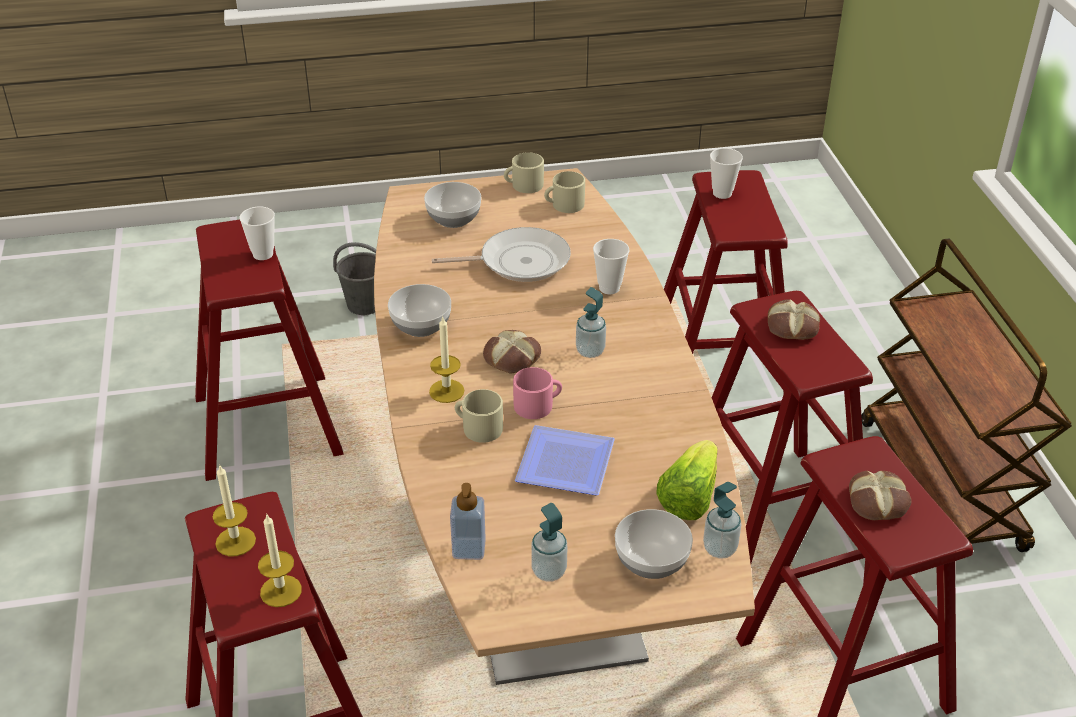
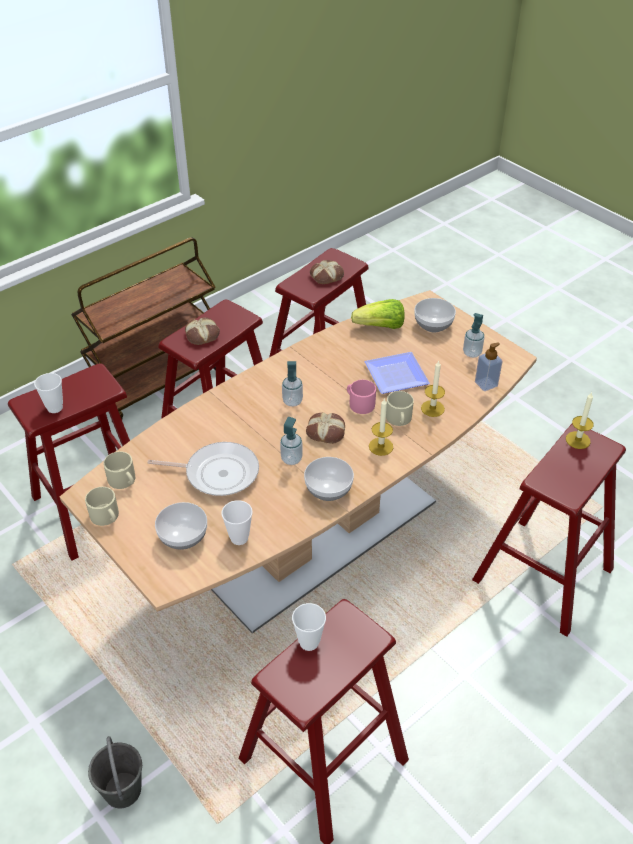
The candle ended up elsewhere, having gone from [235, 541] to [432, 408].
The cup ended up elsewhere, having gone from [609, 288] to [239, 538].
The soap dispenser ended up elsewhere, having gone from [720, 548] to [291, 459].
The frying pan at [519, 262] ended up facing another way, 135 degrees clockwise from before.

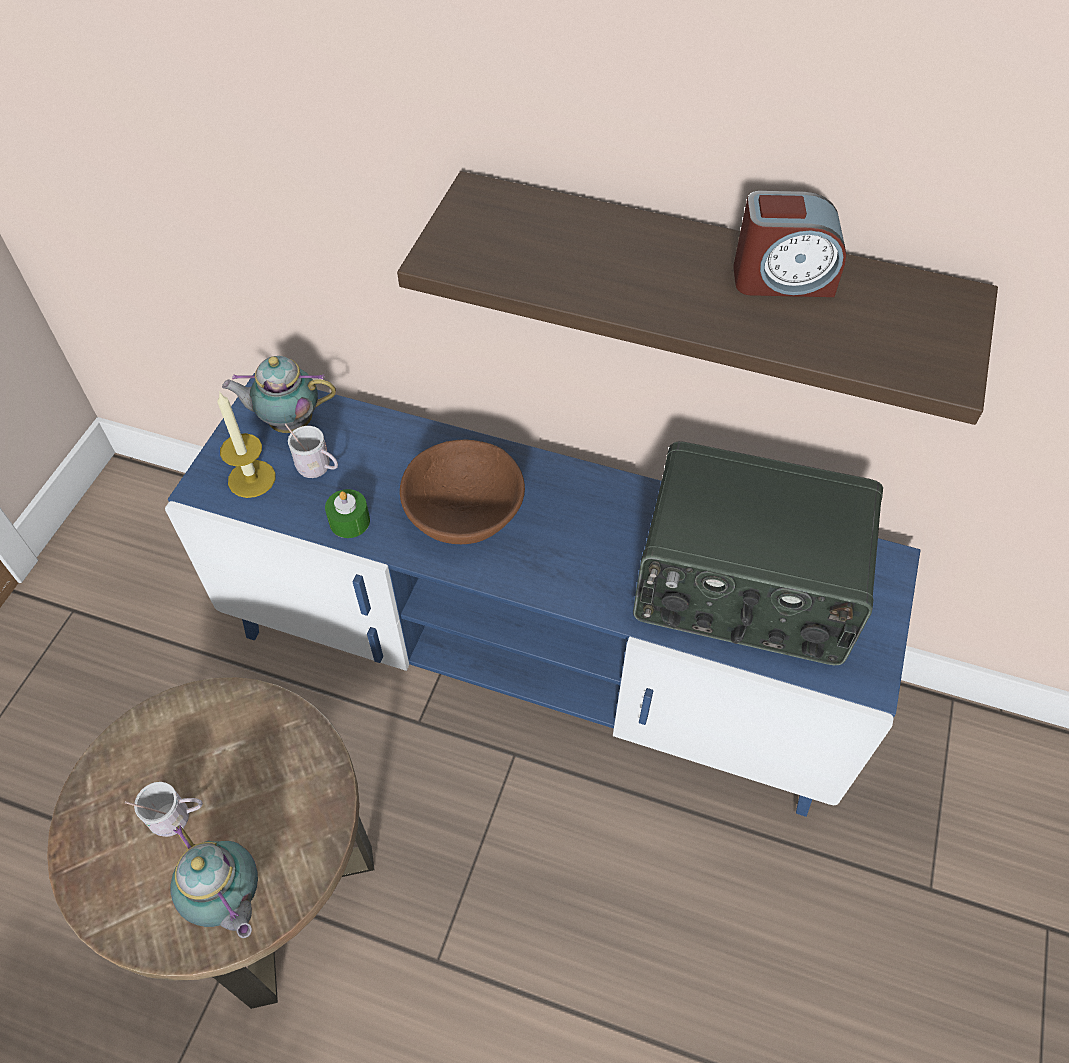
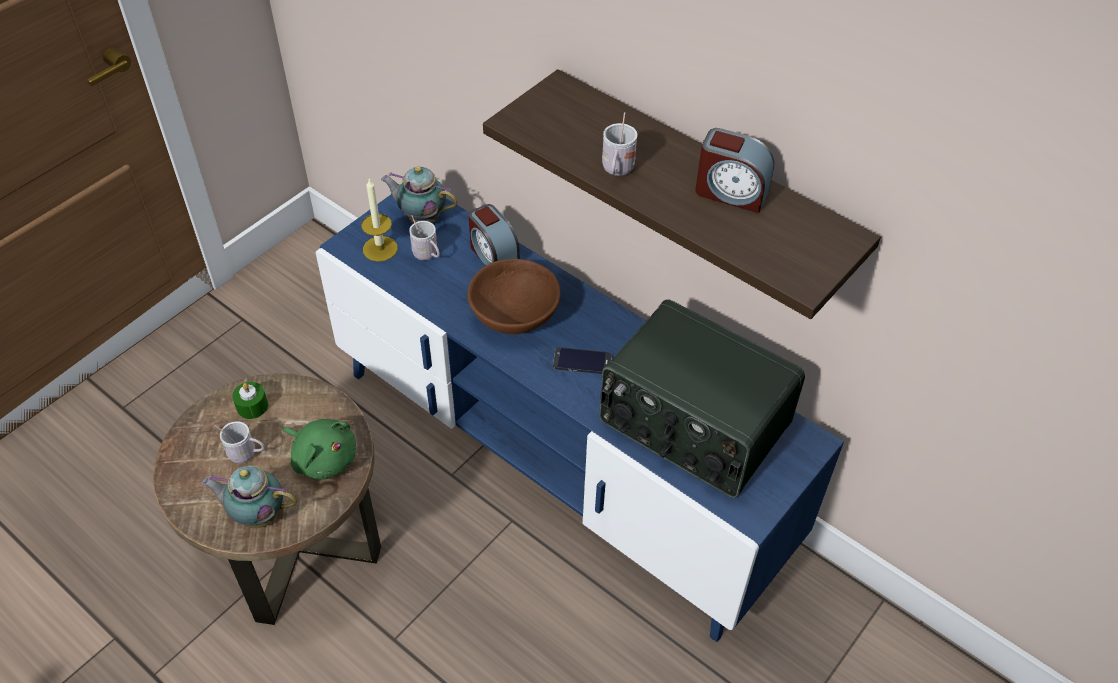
The second view gained the plush toy (green) at [323, 458].
The second view gained the alarm clock at [493, 255].
The second view gained the phone at [582, 361].
The second view gained the mug (white) at [617, 171].
The candle (green) ended up elsewhere, having gone from [349, 521] to [252, 406].
The teapot at [228, 900] ended up facing another way, 120 degrees clockwise from before.

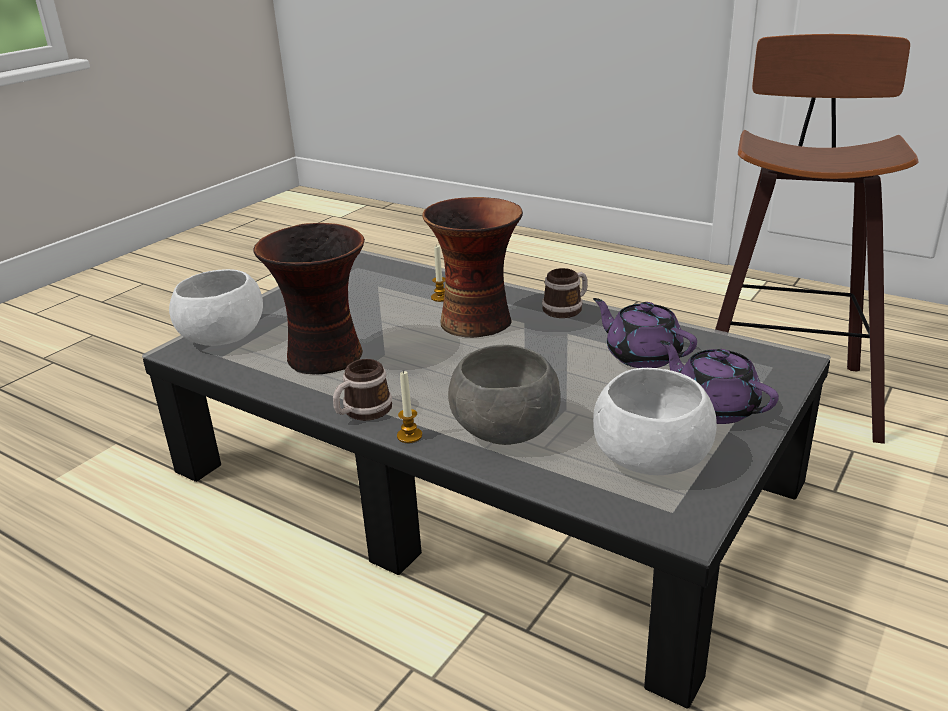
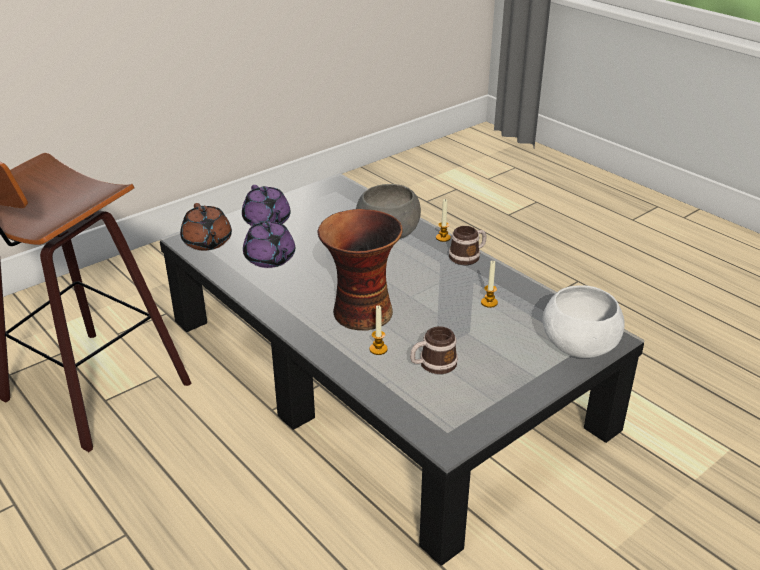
The second view lost the bowl (white) at [649, 457].
The second view gained the teapot (brown) at [207, 242].
The mug ended up elsewhere, having gone from [566, 308] to [433, 365].
Where the vase stood at [326, 357], the candle came to stand at [489, 302].

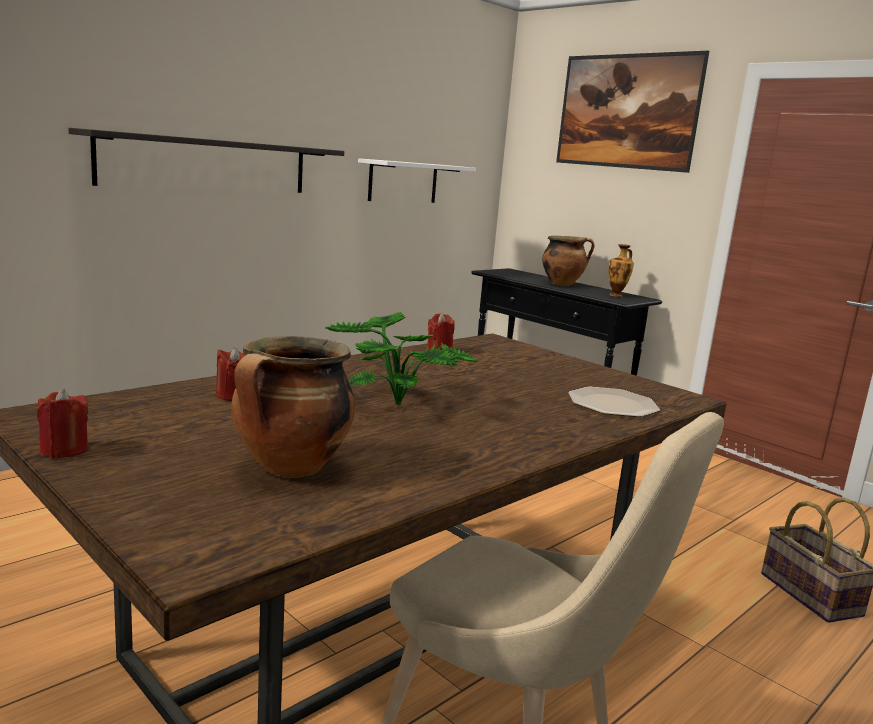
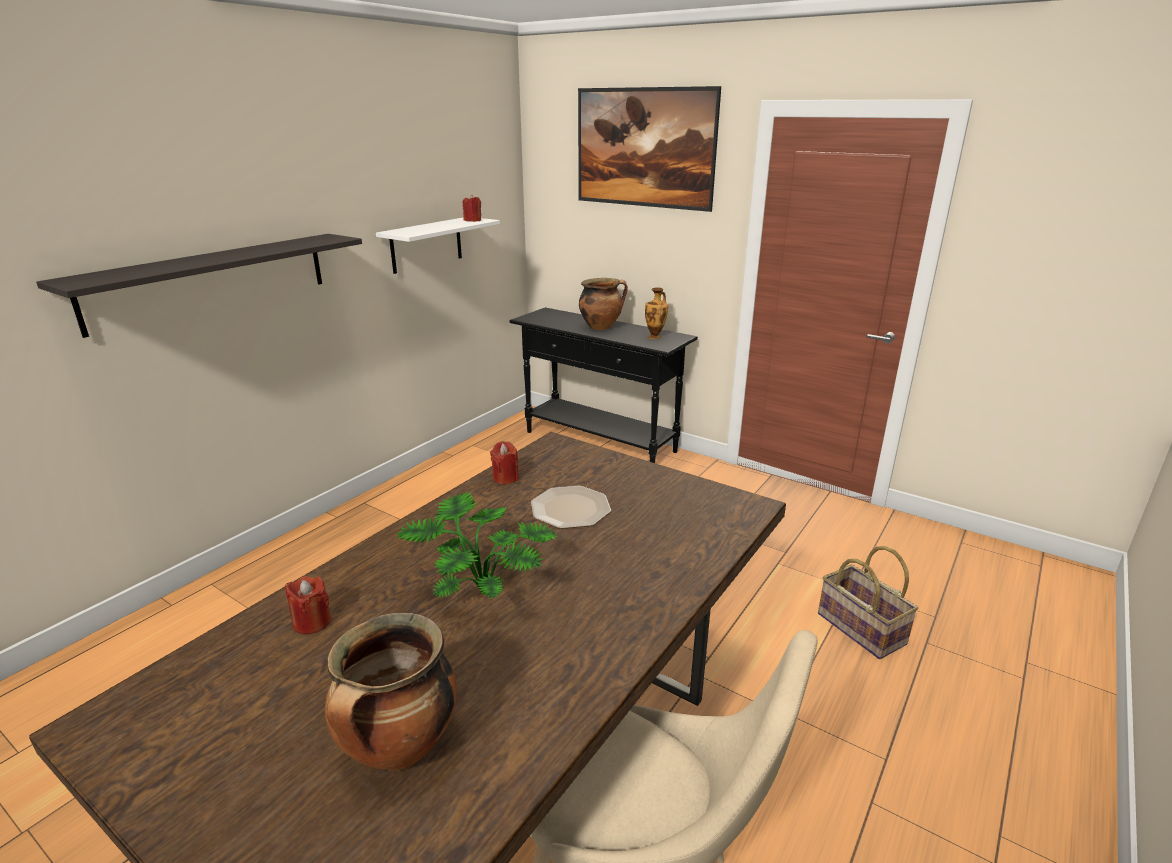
The candle (red) ended up elsewhere, having gone from [64, 450] to [472, 220].
The plate ended up elsewhere, having gone from [613, 405] to [571, 509].

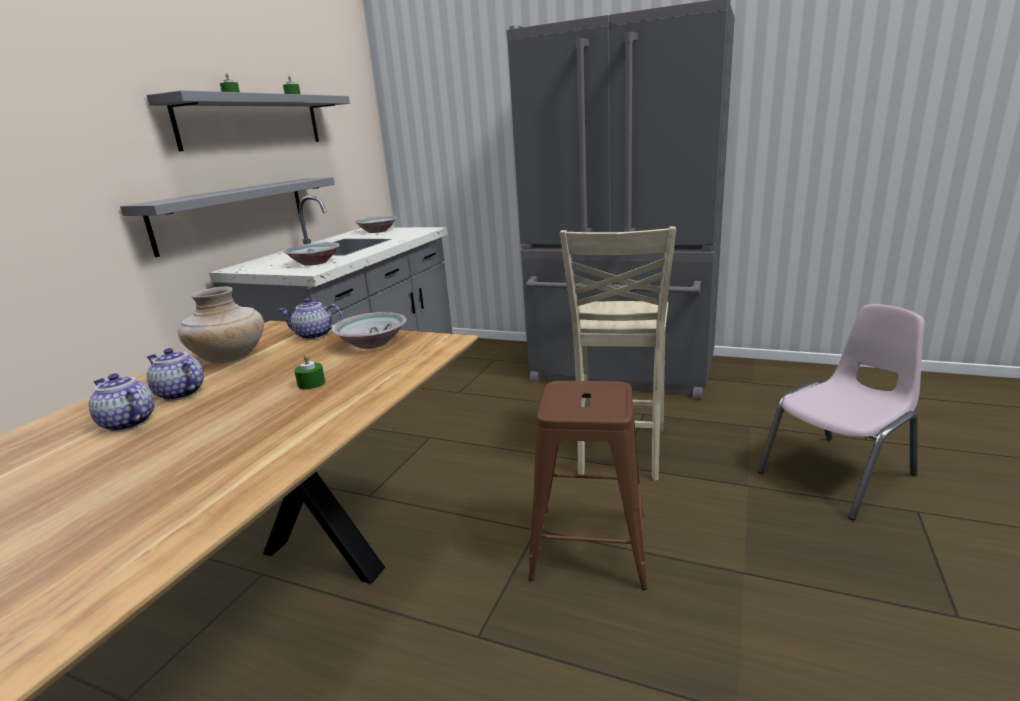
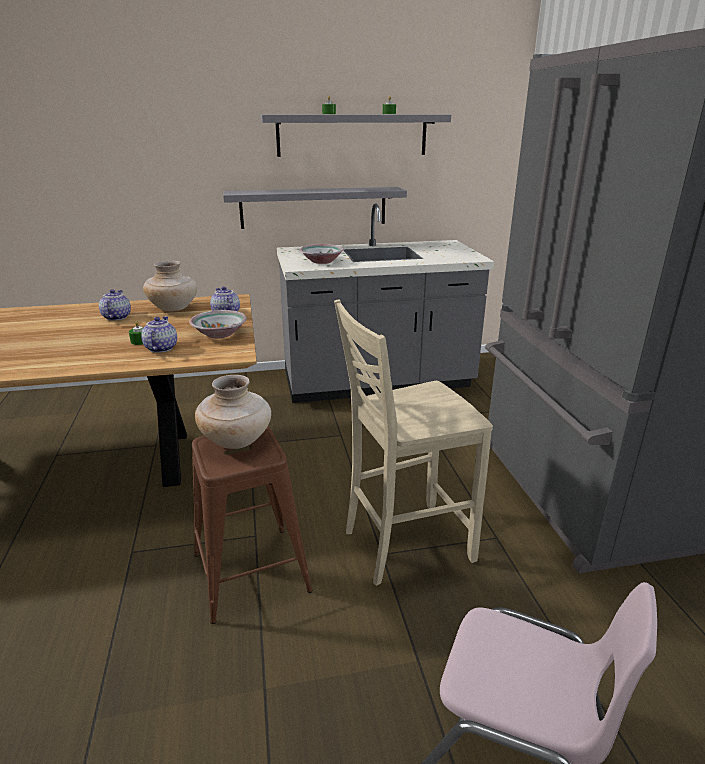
The second view lost the bowl at [378, 231].
The second view gained the vase (beige) at [237, 441].
The teapot ended up elsewhere, having gone from [127, 423] to [160, 348].

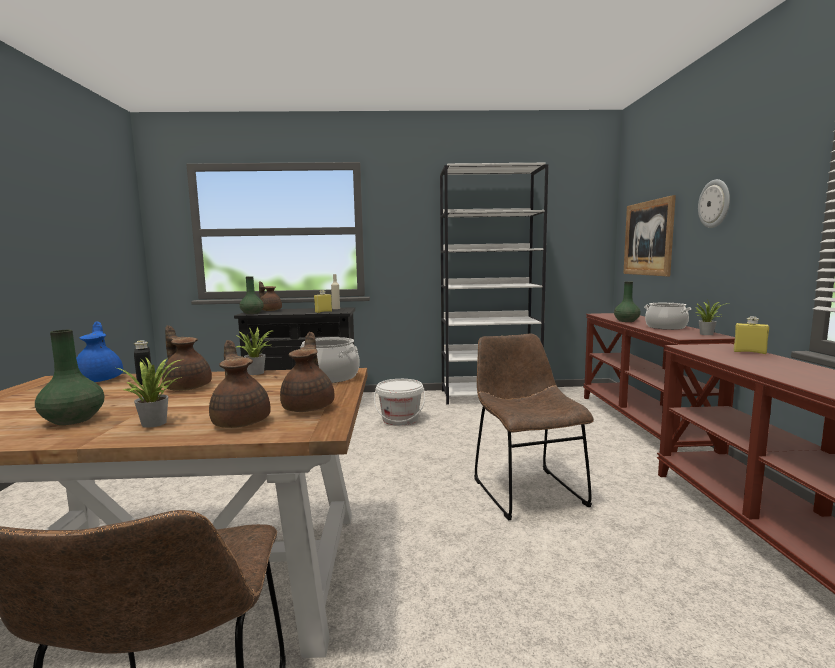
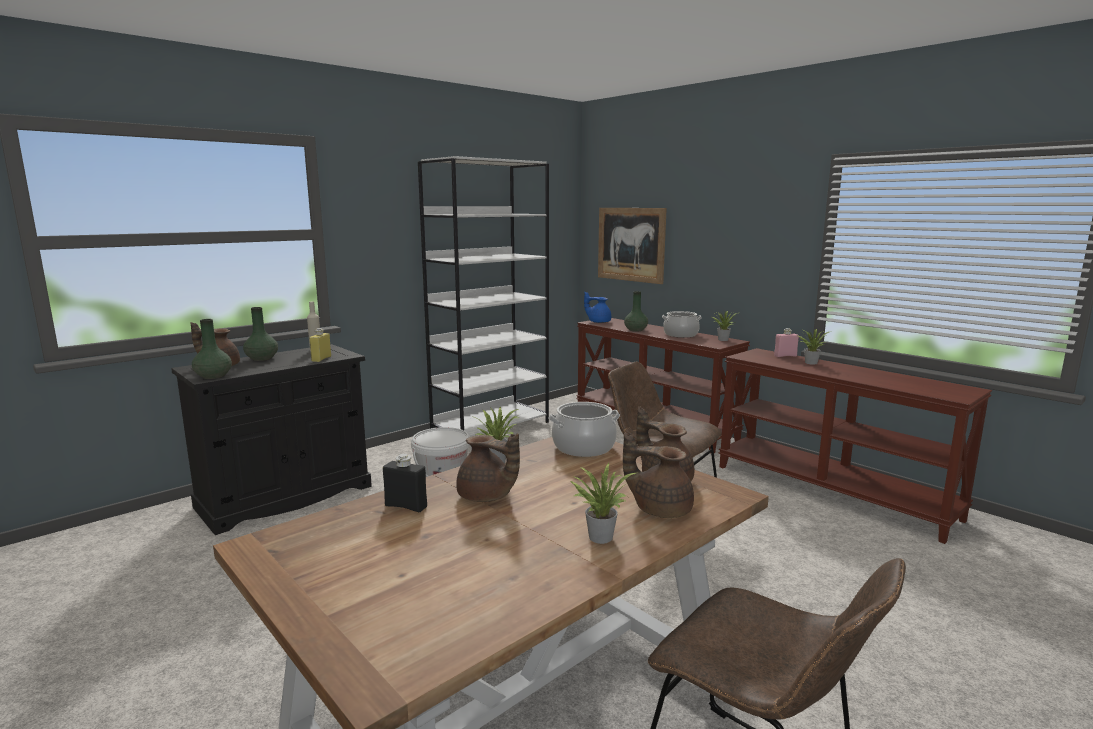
The second view lost the wall clock at [714, 203].
The second view gained the potted plant at [810, 362].
The vase (green) ended up elsewhere, having gone from [72, 420] to [261, 358].
The teapot (blue) ended up elsewhere, having gone from [101, 379] to [598, 322].
What was the bottle (yellow) at [749, 352] turned into the bottle (pink) at [785, 356].
The teapot (brown) at [187, 387] ended up facing another way, 150 degrees counterclockwise from before.

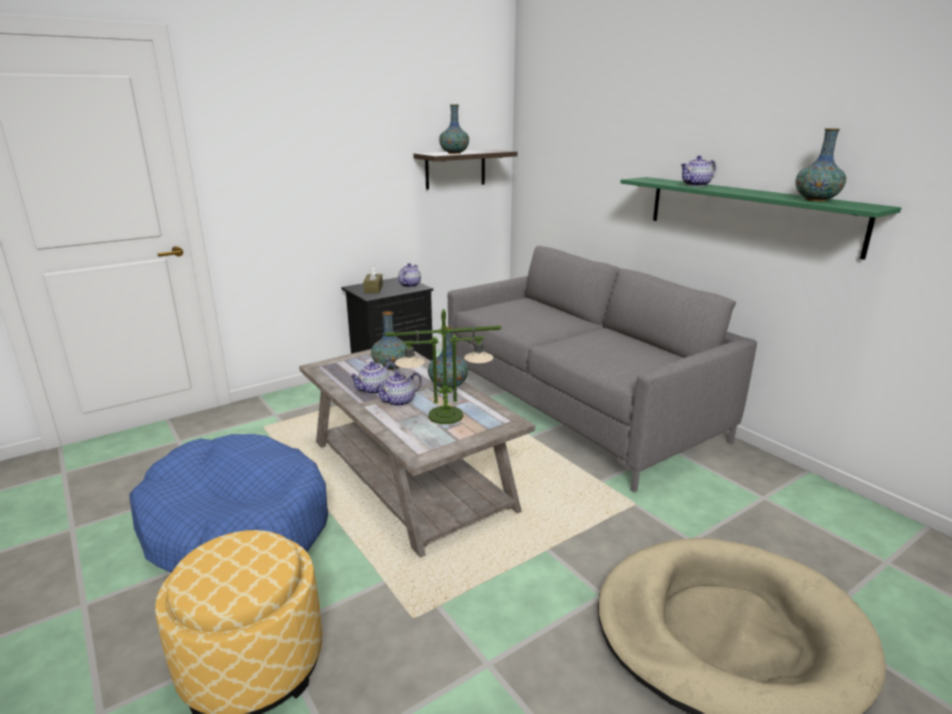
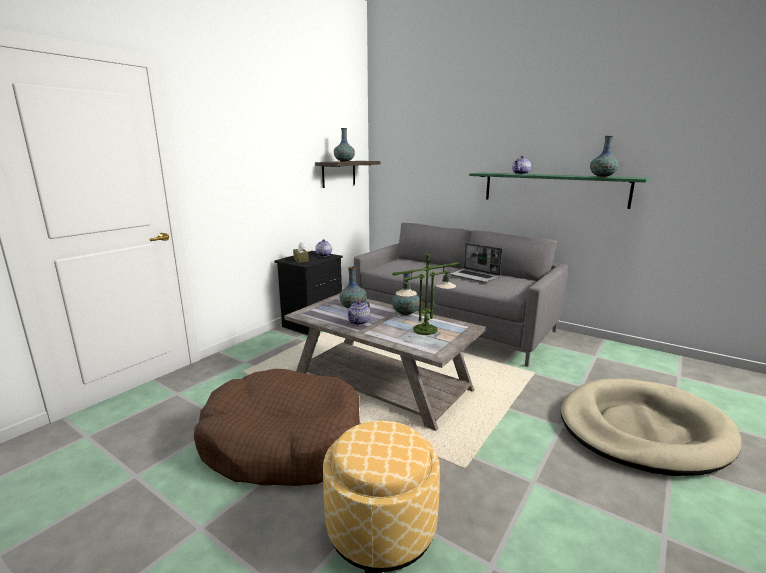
The second view lost the teapot at [399, 402].
The second view gained the laptop at [475, 276].
What was the dog bed (blue) at [236, 527] turned into the dog bed (brown) at [283, 442].

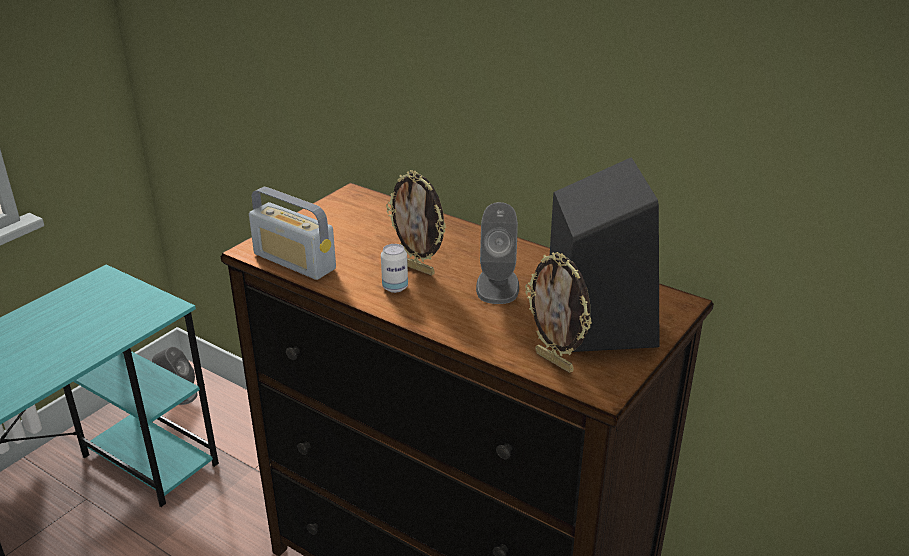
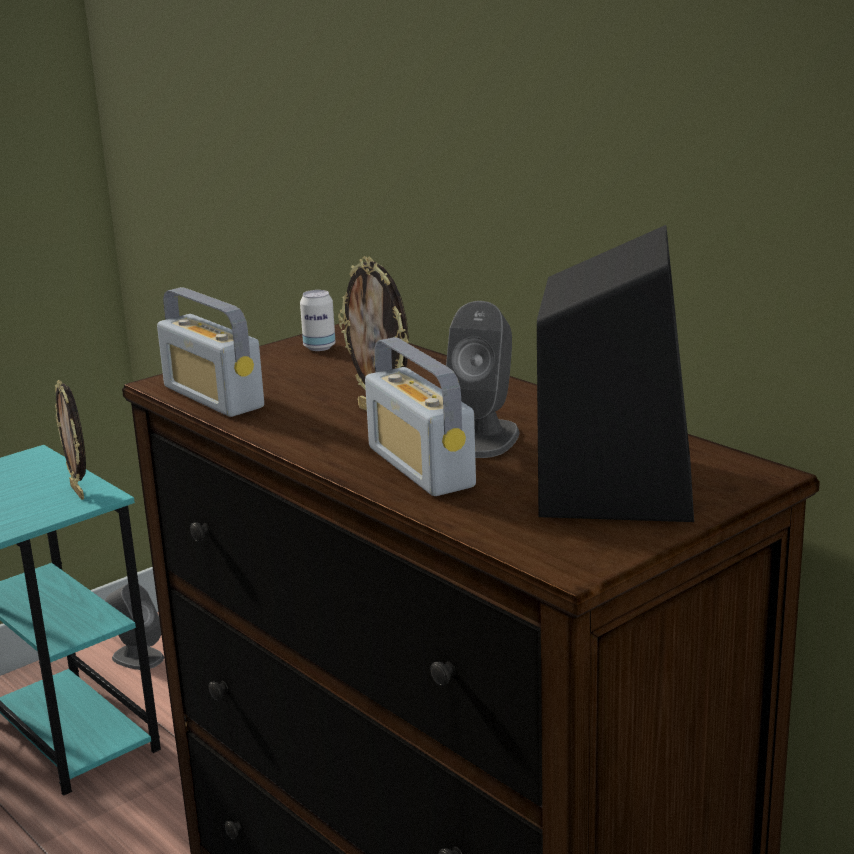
The second view gained the radio at [420, 467].
The can ended up elsewhere, having gone from [395, 287] to [319, 347].
The picture frame ended up elsewhere, having gone from [555, 361] to [79, 492].

